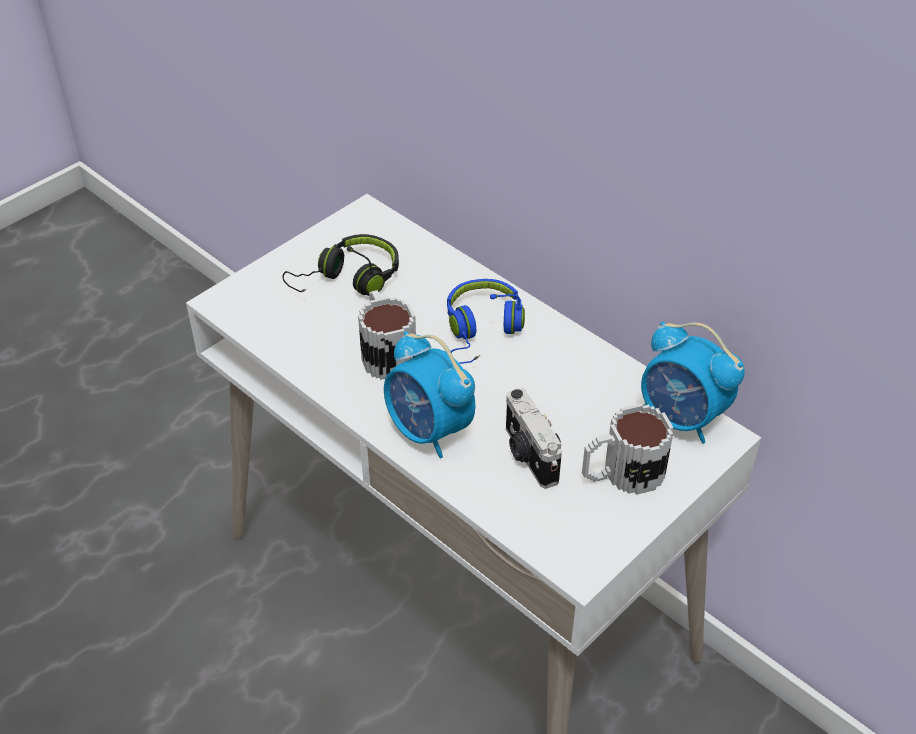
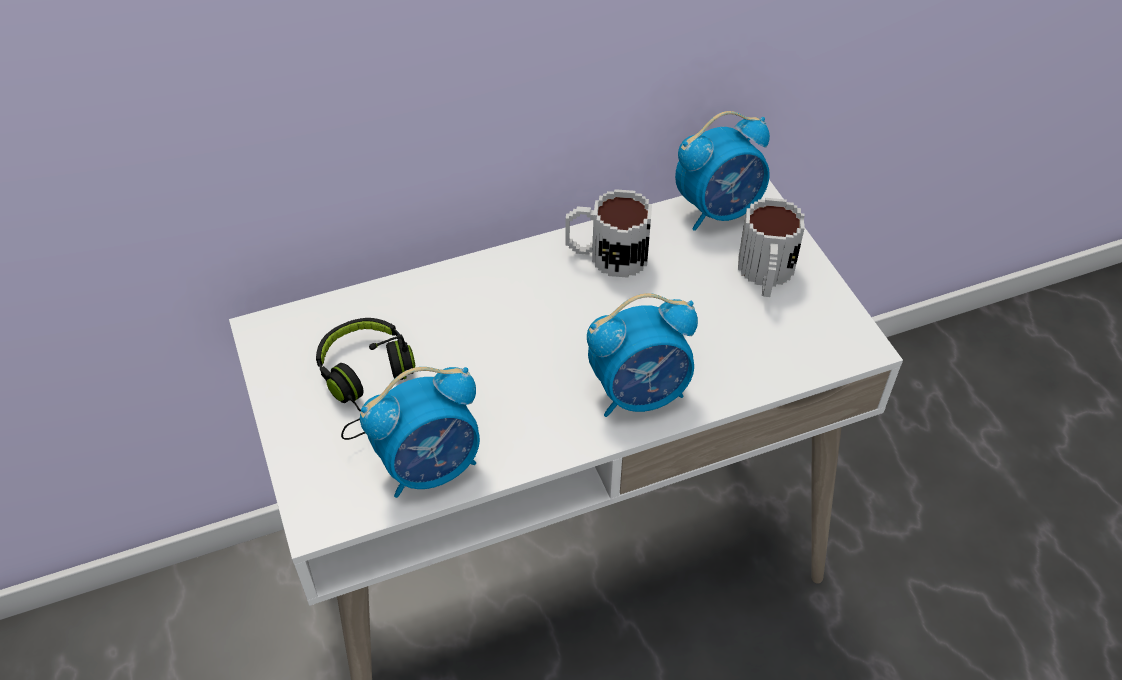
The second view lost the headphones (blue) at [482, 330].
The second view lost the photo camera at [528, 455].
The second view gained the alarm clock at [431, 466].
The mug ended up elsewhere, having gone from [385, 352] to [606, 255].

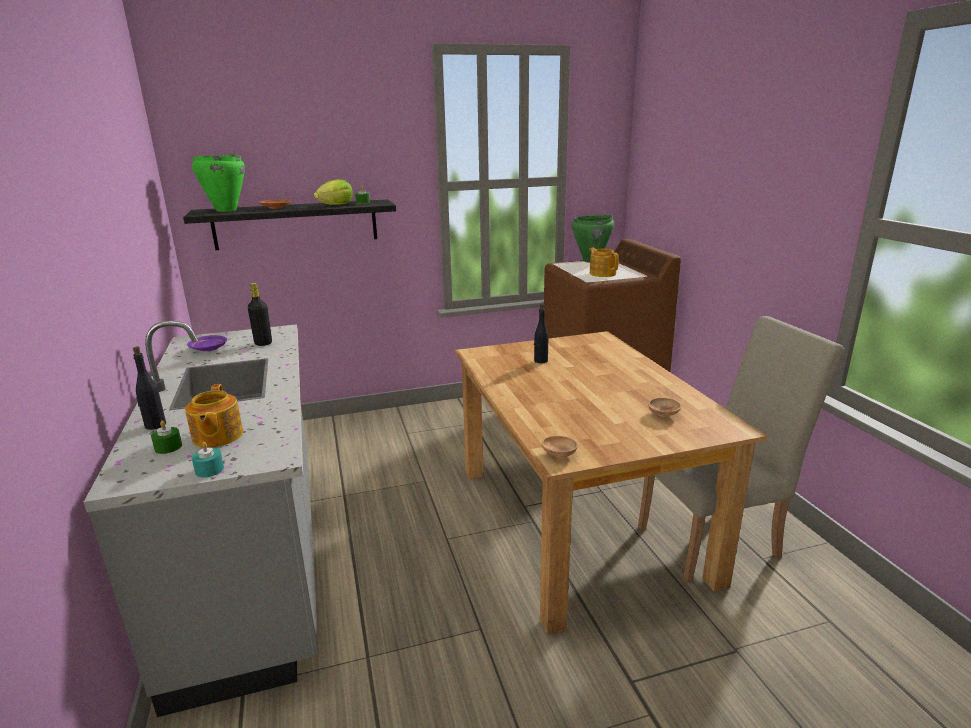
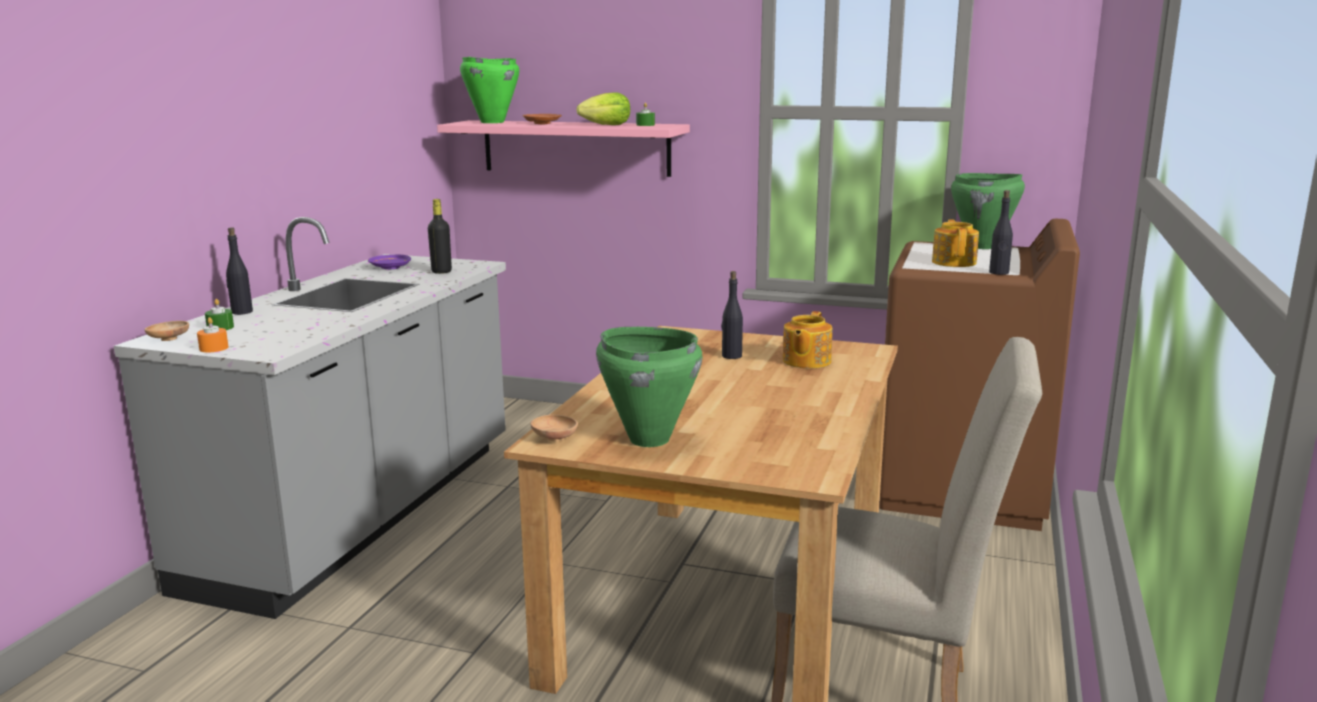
The second view gained the cooking pot (green) at [649, 439].
The second view gained the bottle (black) at [999, 273].
The teapot ended up elsewhere, having gone from [217, 436] to [805, 361].
The bowl (brown) ended up elsewhere, having gone from [663, 414] to [169, 340].
What was the shelf (black) at [296, 224] turned into the shelf (pink) at [575, 147].
What was the candle (turquoise) at [209, 470] turned into the candle (orange) at [214, 348].

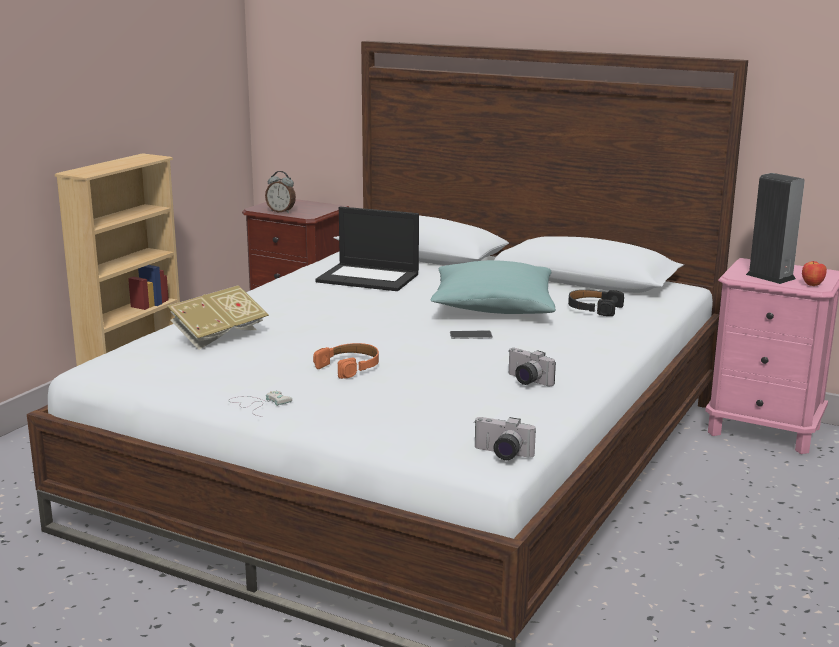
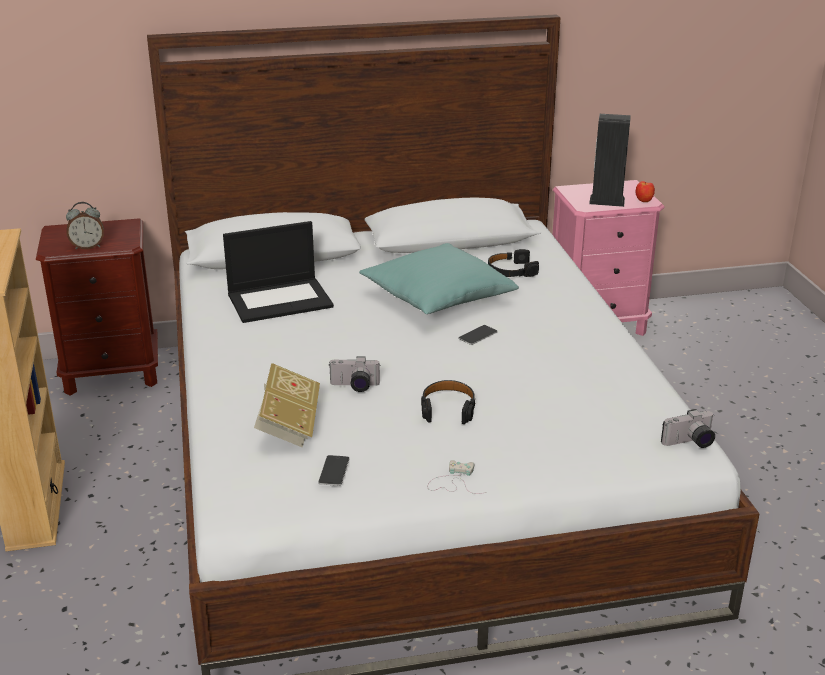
The second view gained the phone at [334, 470].
The photo camera ended up elsewhere, having gone from [526, 381] to [354, 386].
What was the headphones (orange) at [350, 367] turned into the headphones (black) at [448, 408].

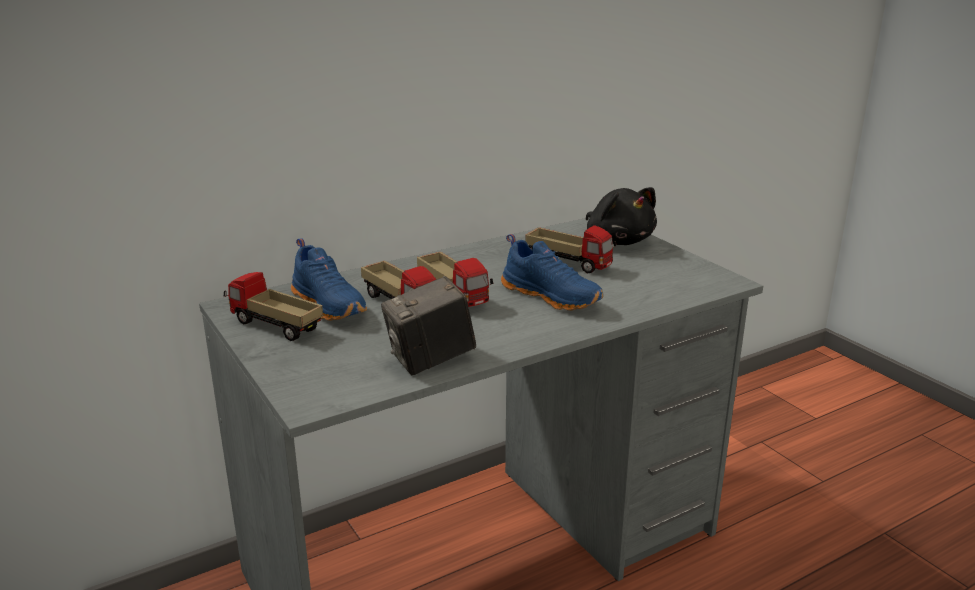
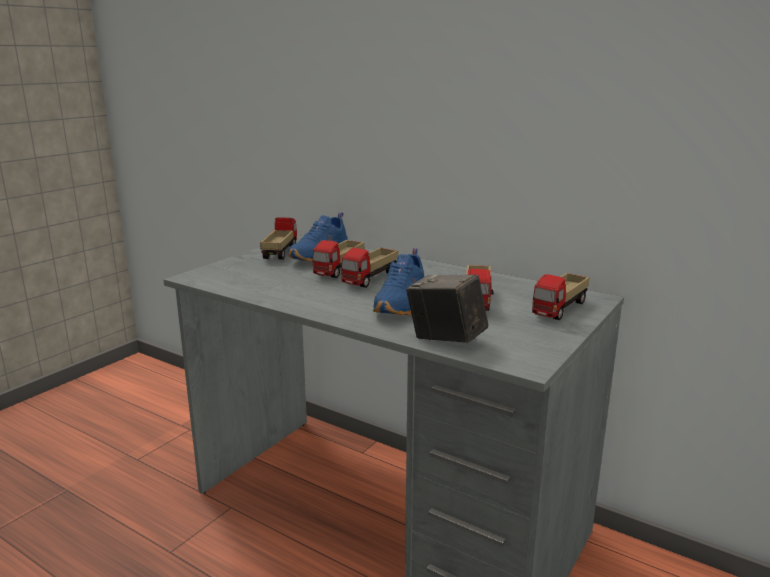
The photo camera ended up elsewhere, having gone from [430, 361] to [446, 339].
Where the plush toy (black) stood at [618, 240], the toy truck came to stand at [560, 309].

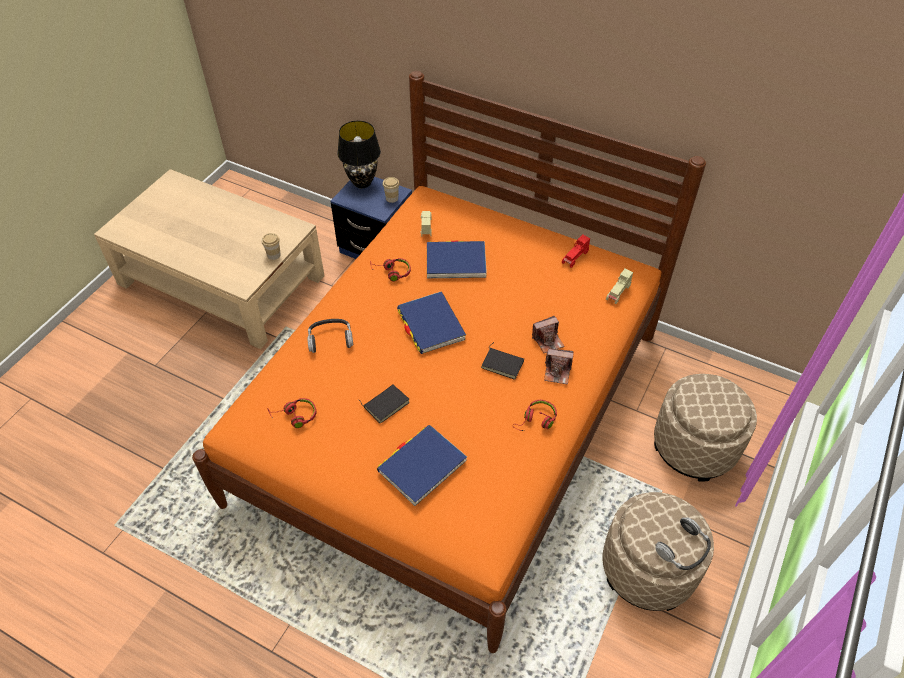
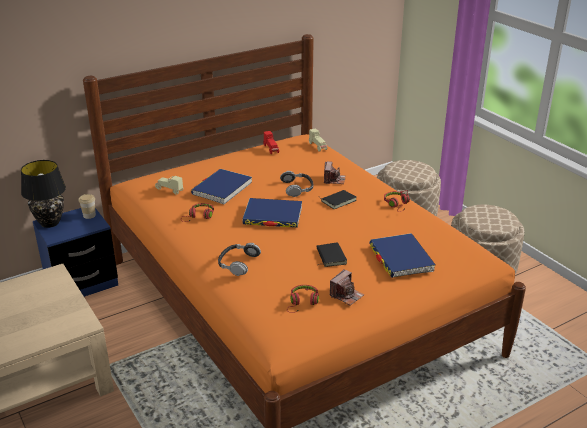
The second view lost the cup at [274, 255].
The photo camera ended up elsewhere, having gone from [557, 372] to [346, 295].
The headphones ended up elsewhere, having gone from [683, 549] to [297, 188].

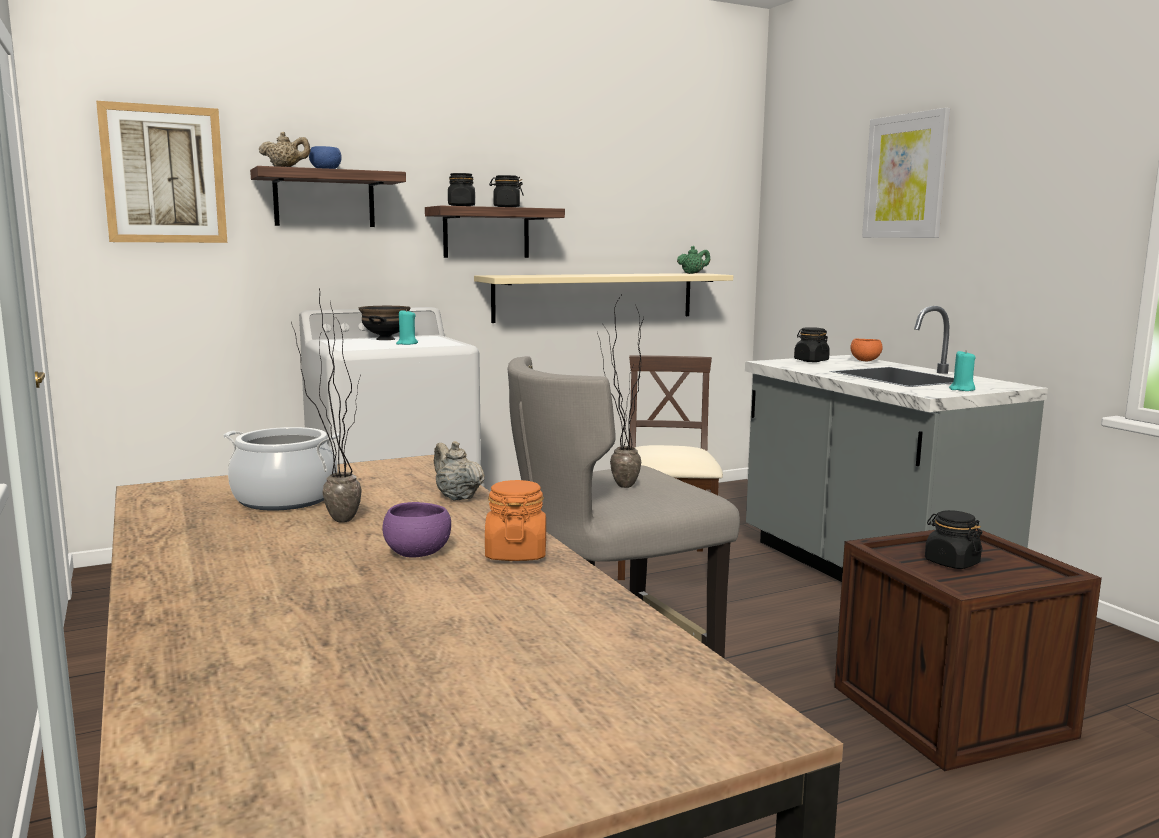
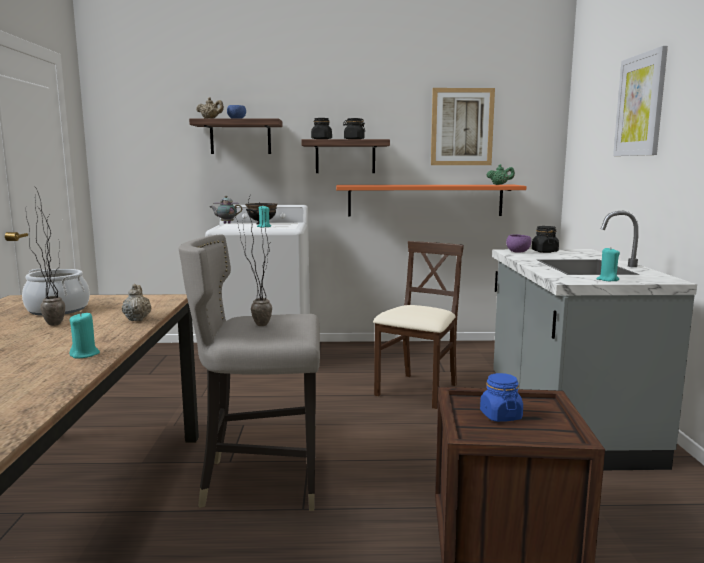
The second view lost the bowl (orange) at [865, 360].
The second view gained the teapot at [226, 223].
The picture ended up elsewhere, having gone from [164, 174] to [462, 127].
The bowl (purple) ended up elsewhere, having gone from [417, 554] to [518, 252].
Where the jar (orange) stood at [516, 554], the candle (turquoise) came to stand at [85, 354].
What was the shelf (beige) at [595, 296] turned into the shelf (orange) at [425, 200].
What was the jar (black) at [951, 563] turned into the jar (blue) at [500, 416].

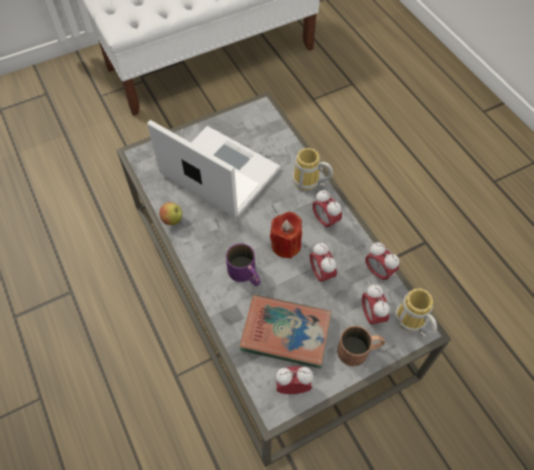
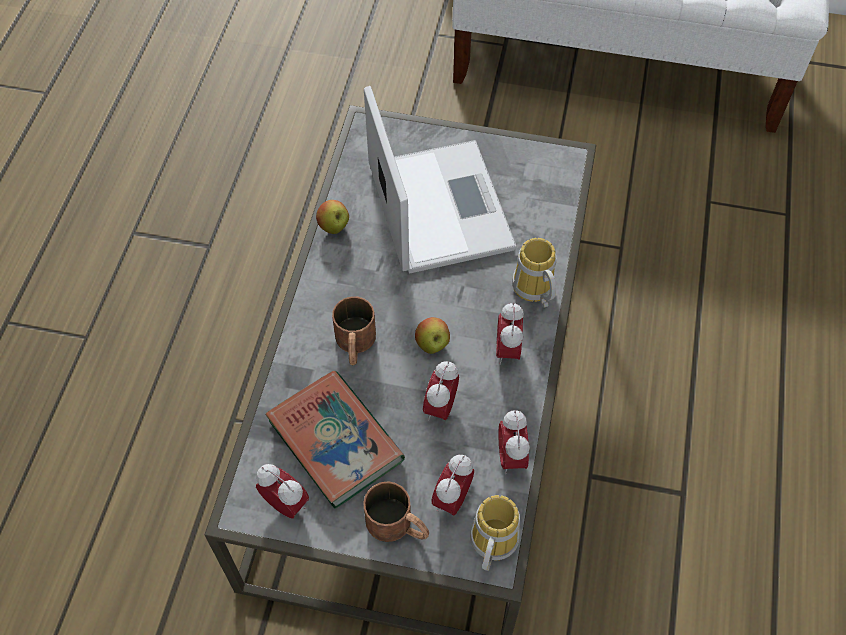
Where the candle (red) stood at [286, 245], the apple came to stand at [432, 344].
What was the mug (purple) at [246, 274] turned into the mug (brown) at [355, 344].

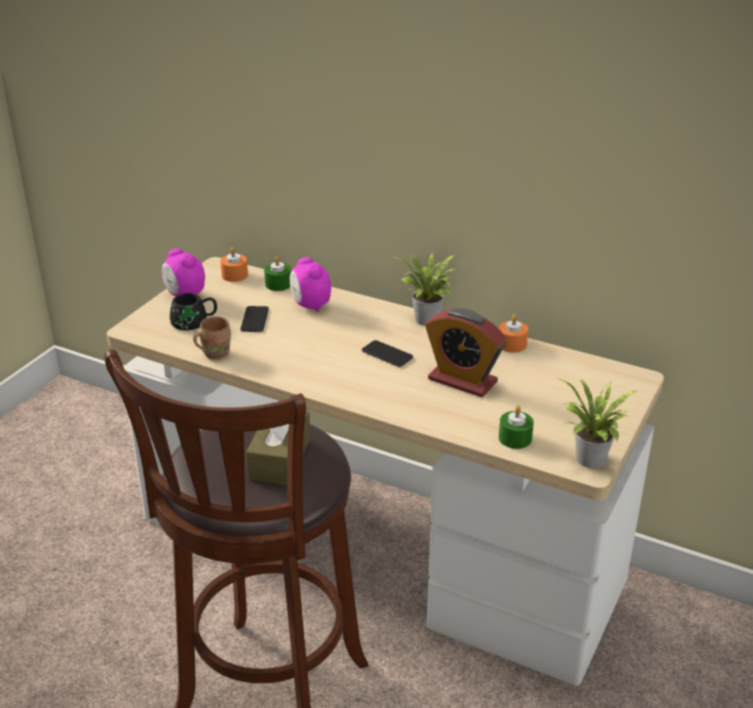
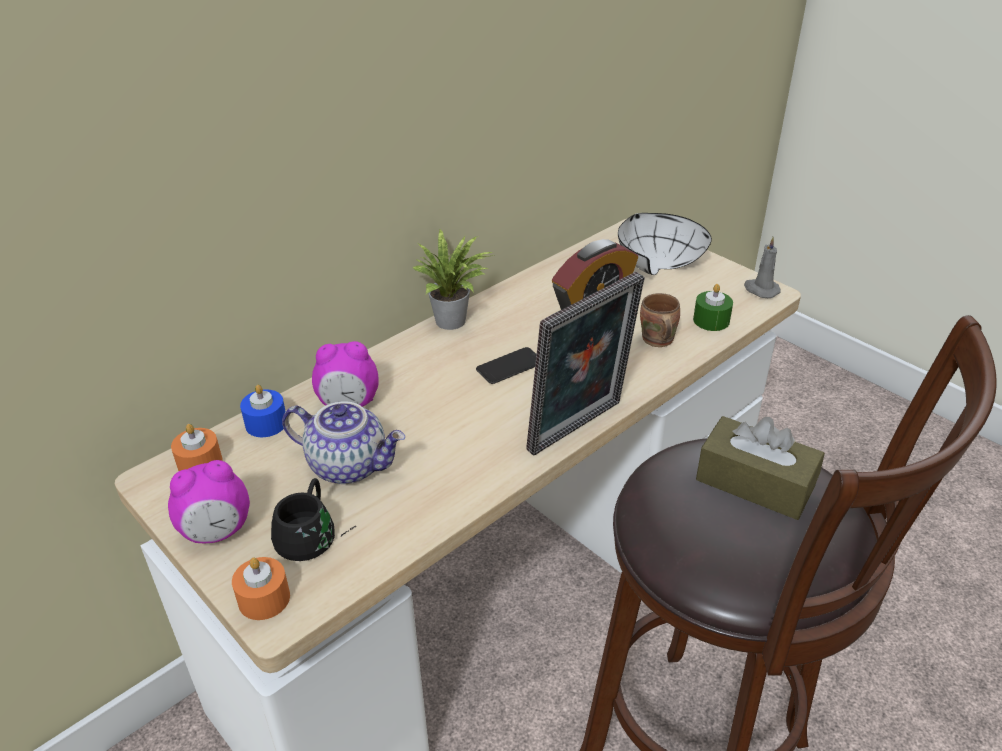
The second view gained the picture frame at [579, 430].
The second view gained the bowl (white) at [653, 264].
The mug (brown) ended up elsewhere, having gone from [214, 353] to [656, 341].
The candle (orange) ended up elsewhere, having gone from [512, 344] to [264, 599].
Where the phone stood at [254, 320], the teapot came to stand at [350, 465].
Where the potted plant stood at [589, 461], the candle (grey) came to stand at [760, 290].
What was the candle (green) at [278, 284] turned into the candle (blue) at [266, 423].

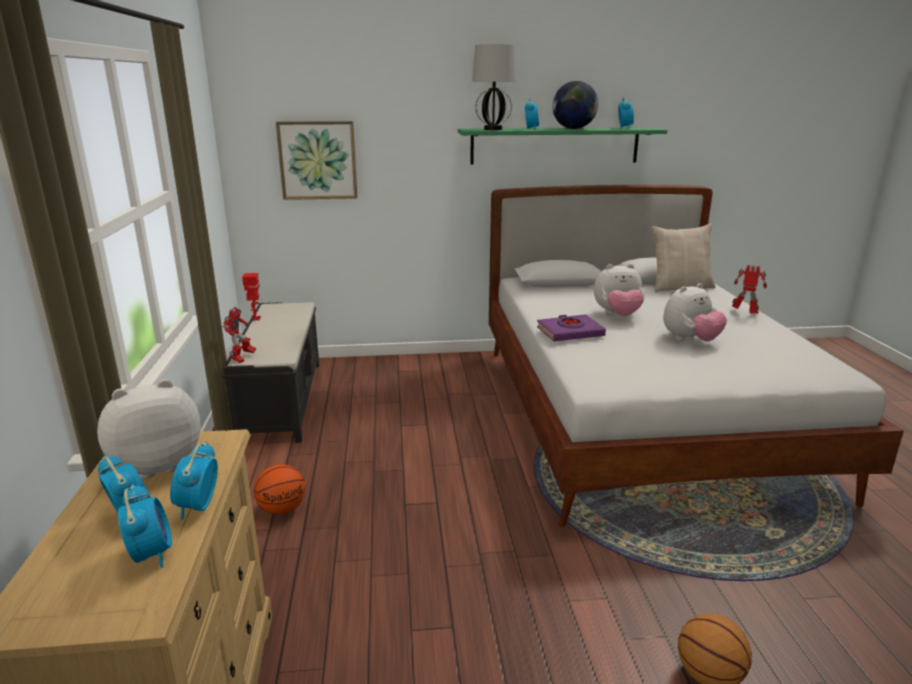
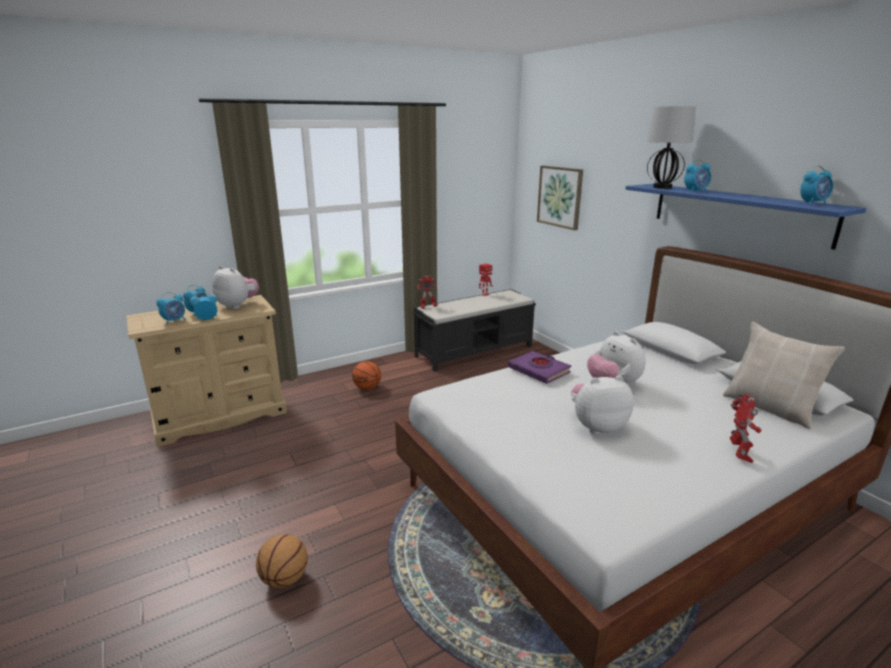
The second view lost the globe at [573, 128].
What was the shelf (green) at [555, 145] turned into the shelf (blue) at [737, 213].
The plush toy at [690, 340] ended up facing another way, 135 degrees clockwise from before.

